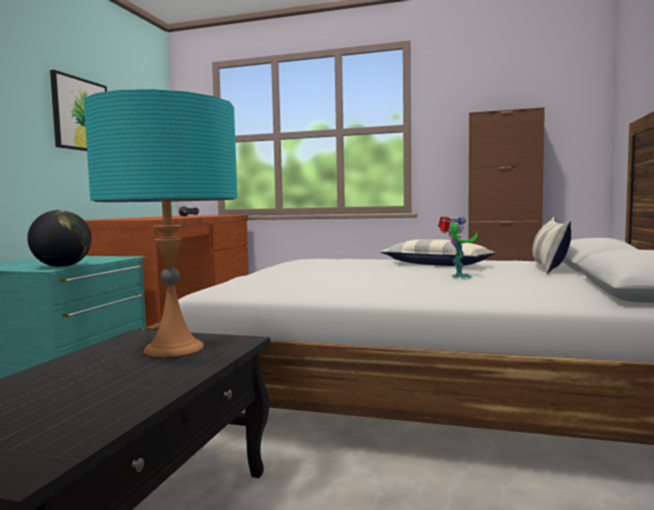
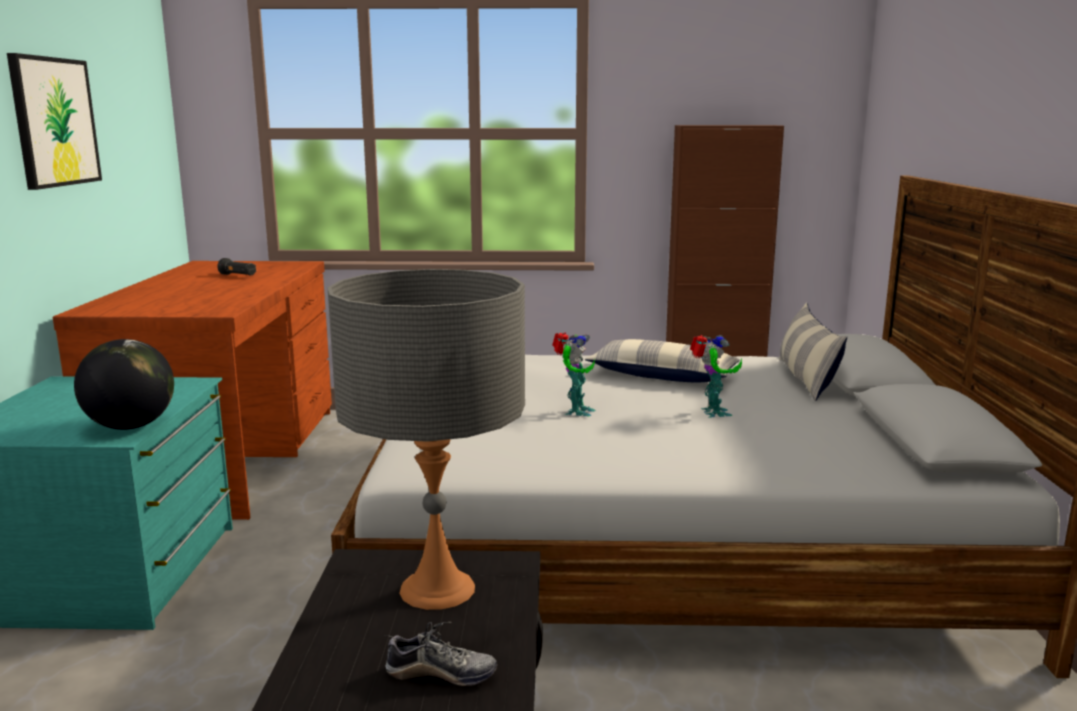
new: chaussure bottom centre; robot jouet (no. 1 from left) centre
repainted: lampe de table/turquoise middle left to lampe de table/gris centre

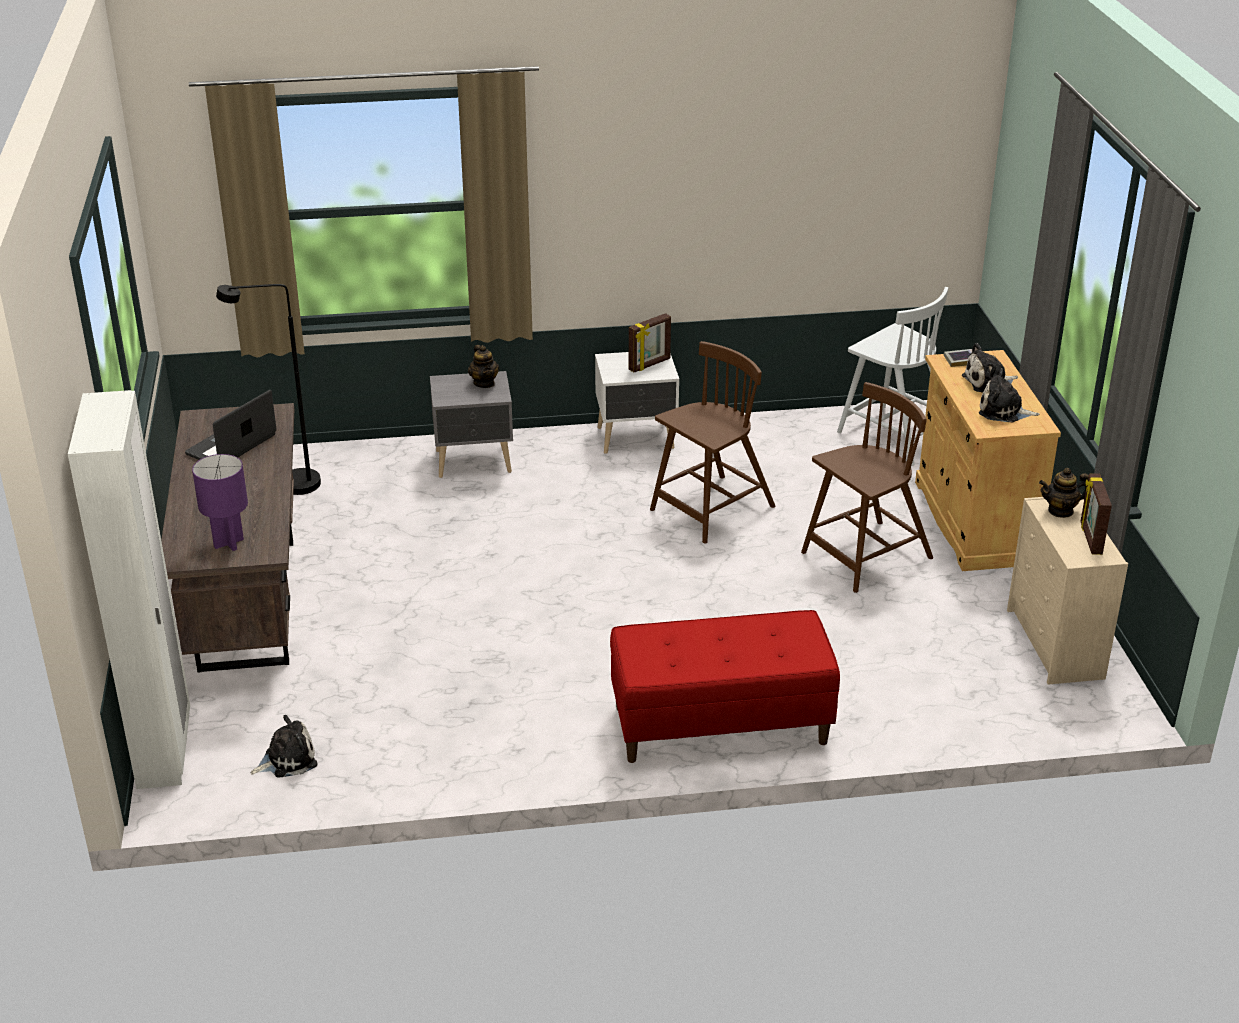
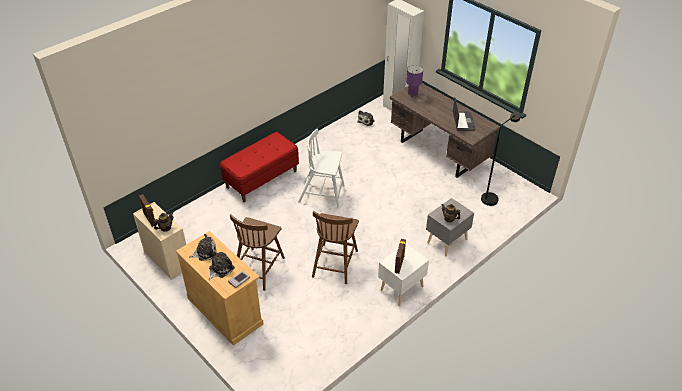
shifted: chaise/blanc middle right to centre

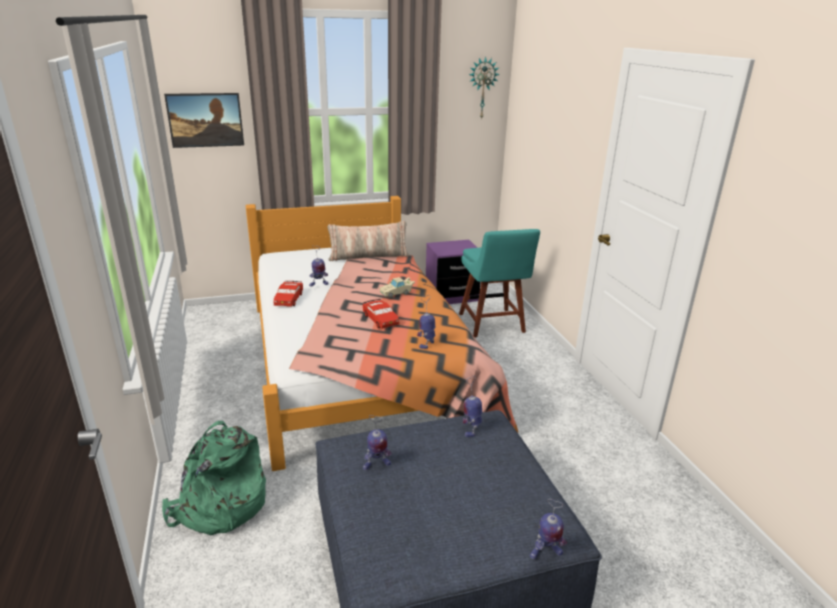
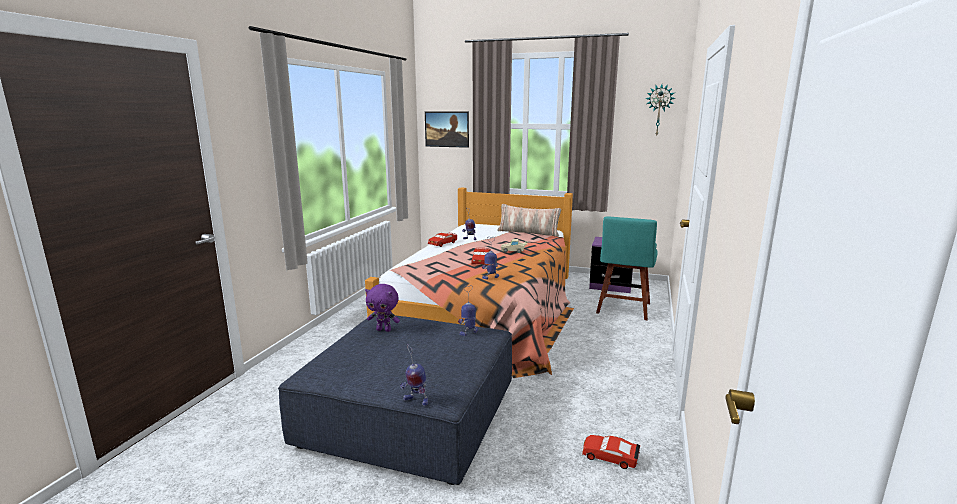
gone: sac à dos/vert bottom left
new: petite voiture/rouge (no. 3 from left) bottom centre
swapped: robot jouet (no. 2 from left) bottom centre to peluche/violet centre

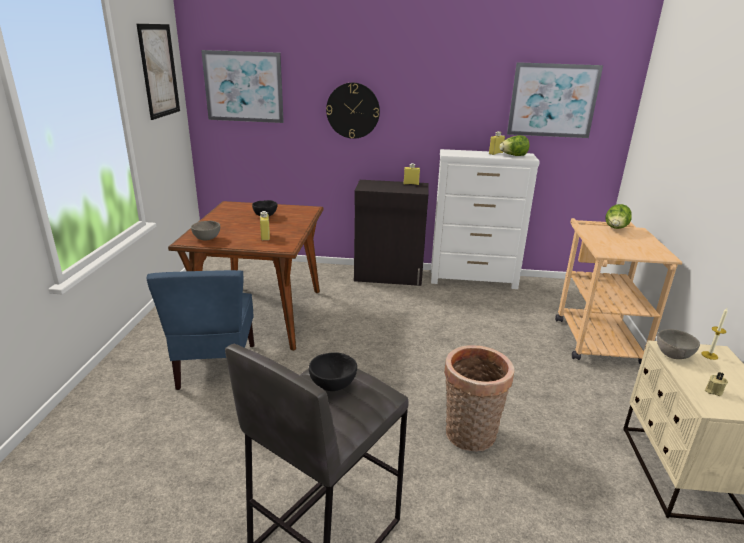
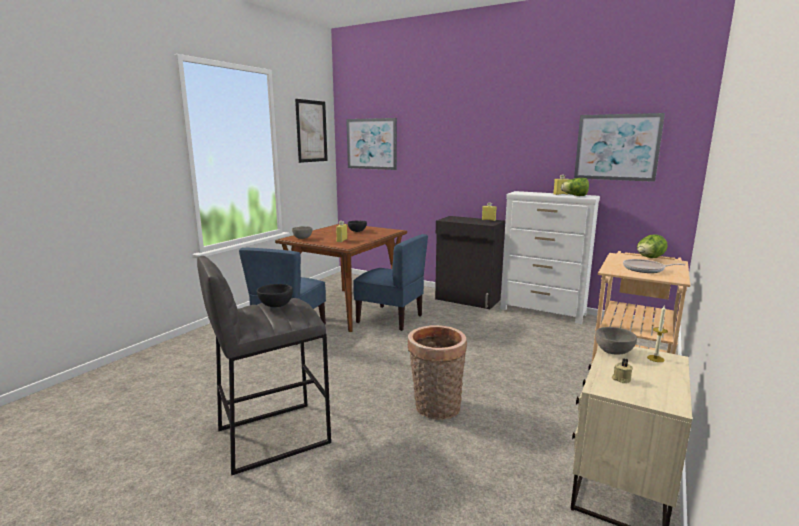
gone: horloge murale top centre
new: chaise/bleu (no. 2 from left) centre; poêle middle right

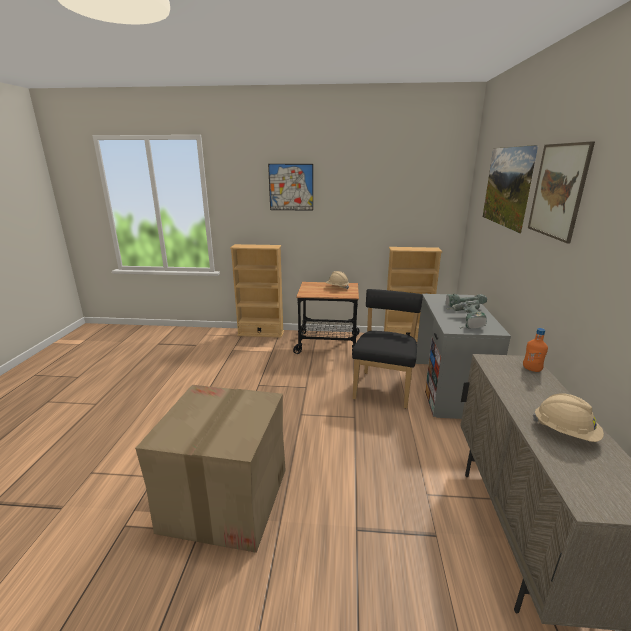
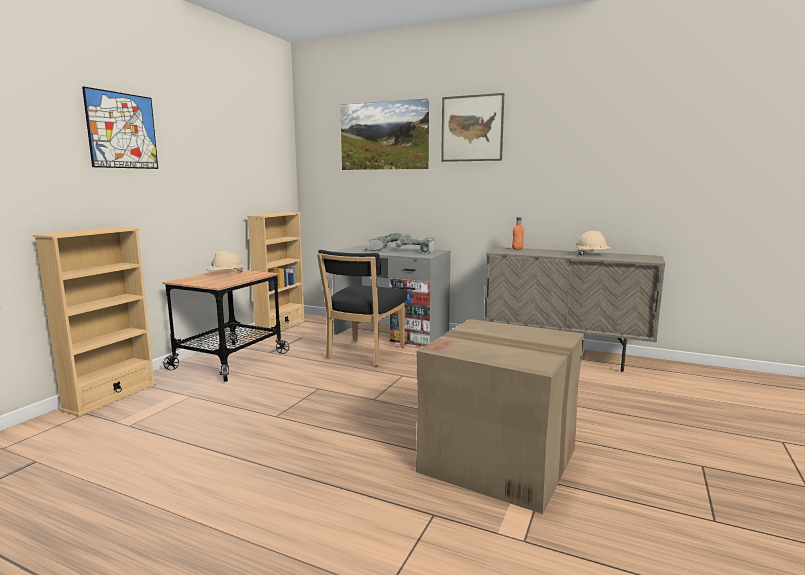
rotated: chaise/noir centre = centre 105 degrees counterclockwise

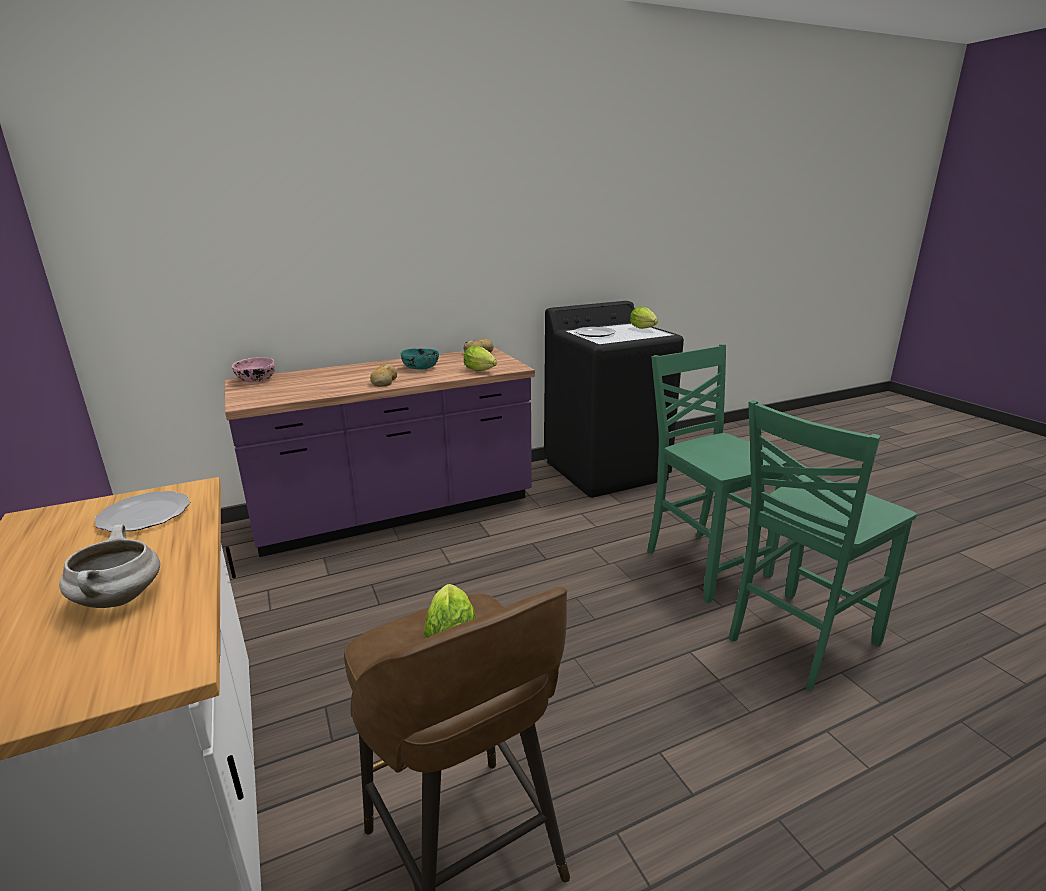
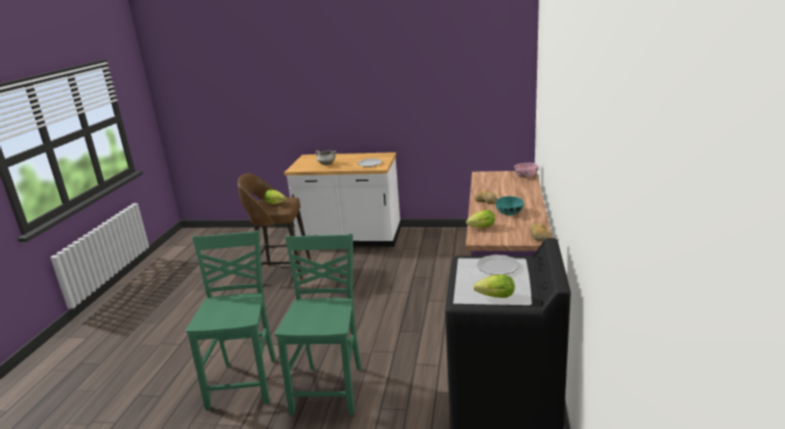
rotated: chaise/vert (no. 1 from left in the first image) middle right = bottom centre 90 degrees counterclockwise

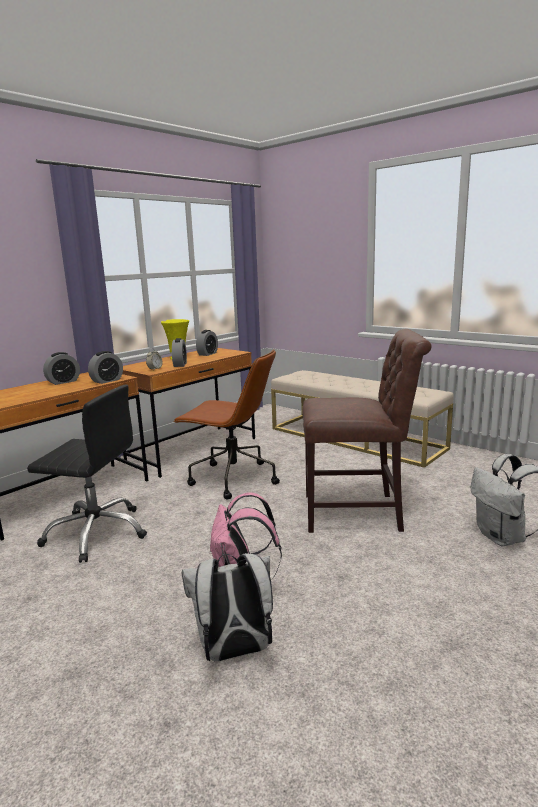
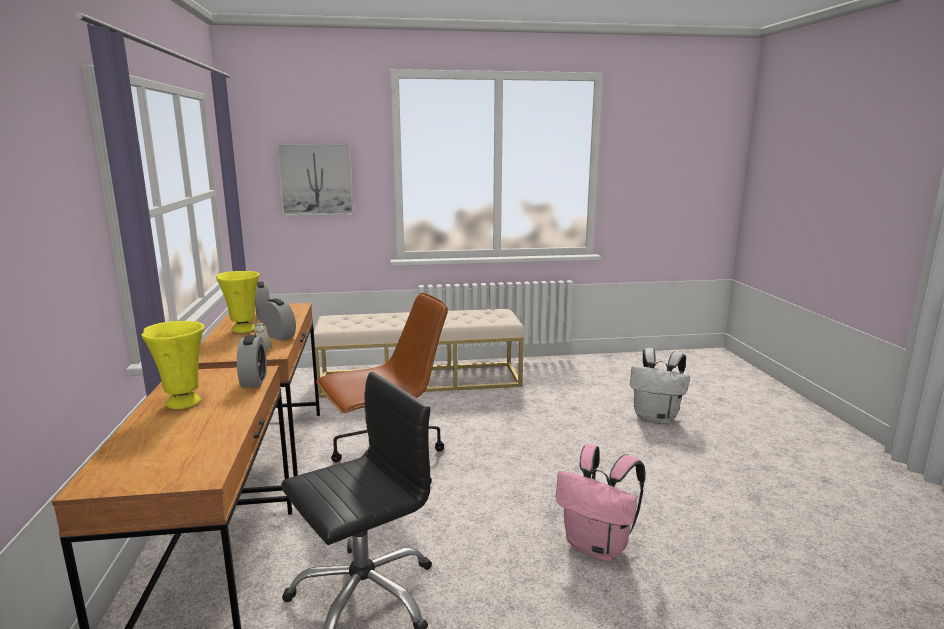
gone: sac à dos/blanc (no. 1 from left) bottom centre; chaise/marron middle right
new: tableau top centre
swapped: réveil (no. 1 from left) middle left to vase/jaune (no. 1 from left) middle left

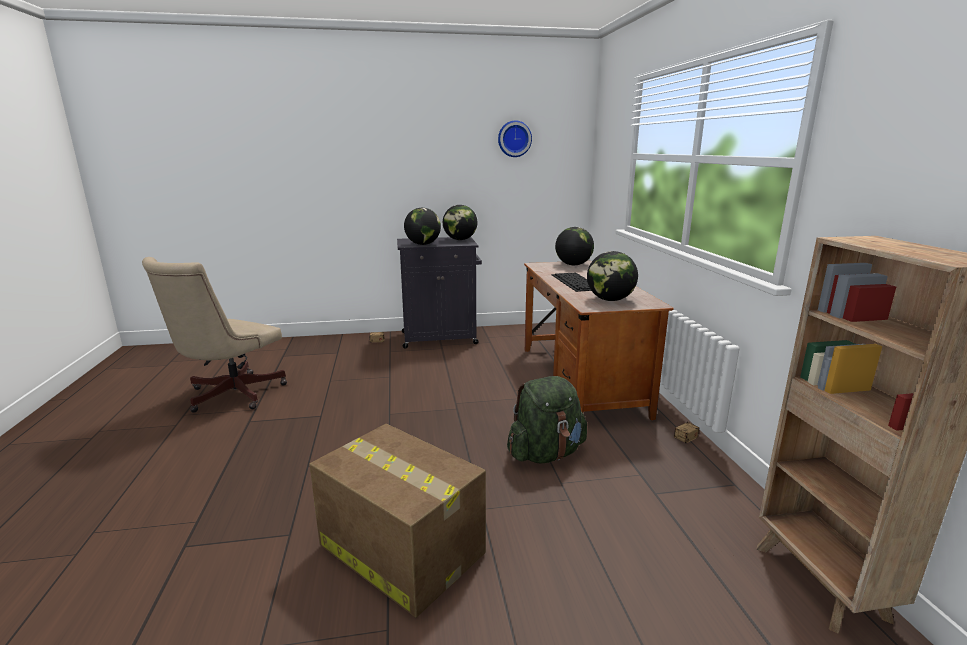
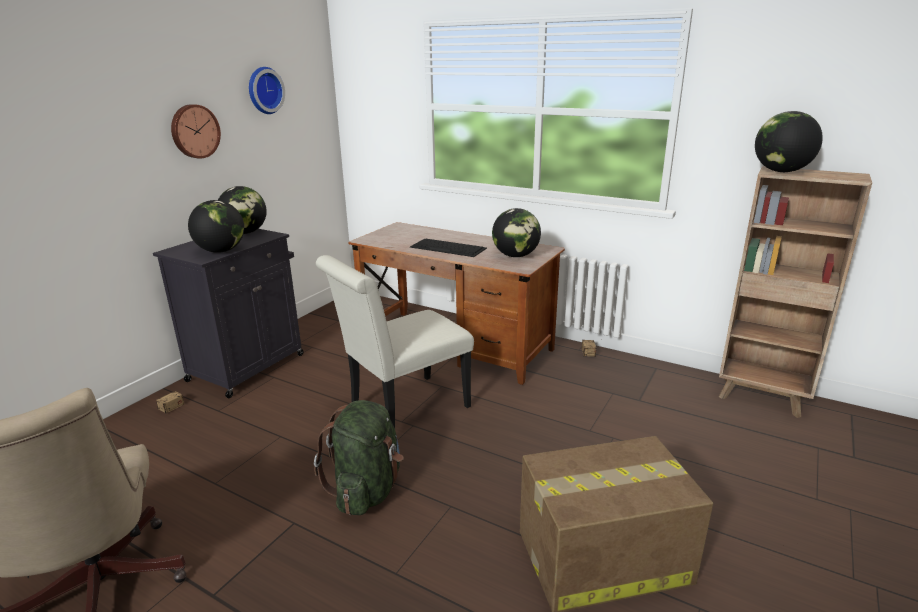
new: horloge murale (no. 1 from left) top left; chaise/blanc centre
shifted: sac à dos/vert centre to bottom centre; globe (no. 3 from left in the first image) centre to globe (no. 4 from left) top right

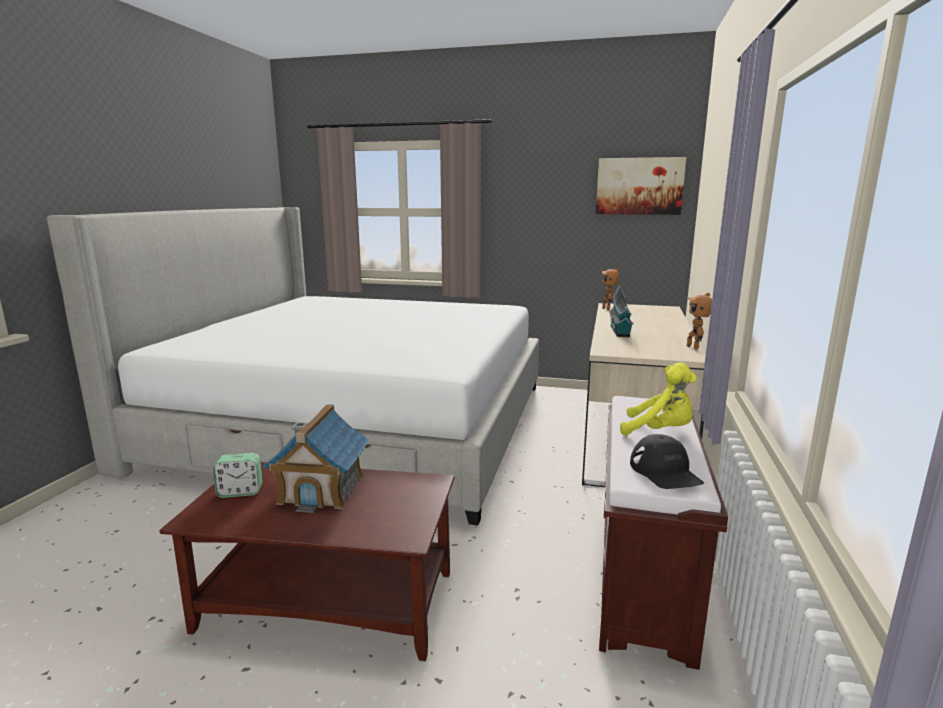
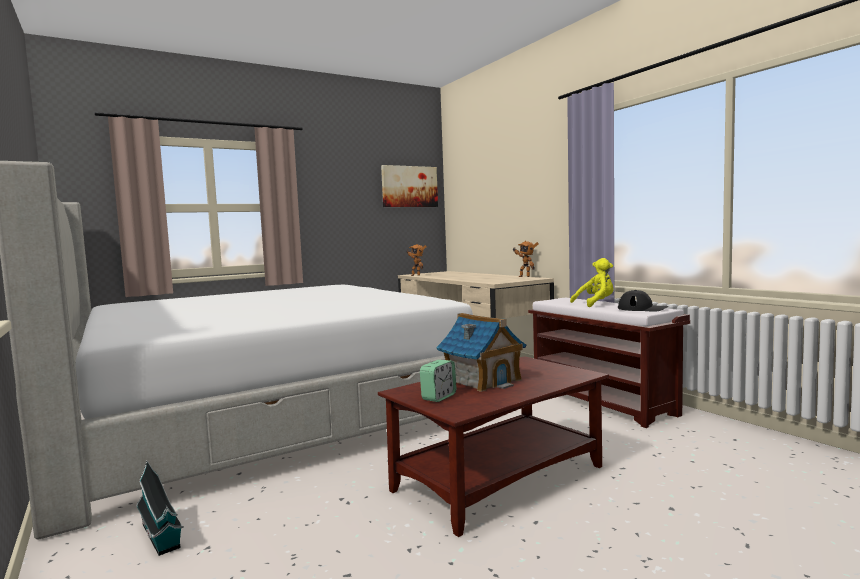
shifted: maison miniature (no. 2 from left in the first image) centre to maison miniature (no. 1 from left) bottom left

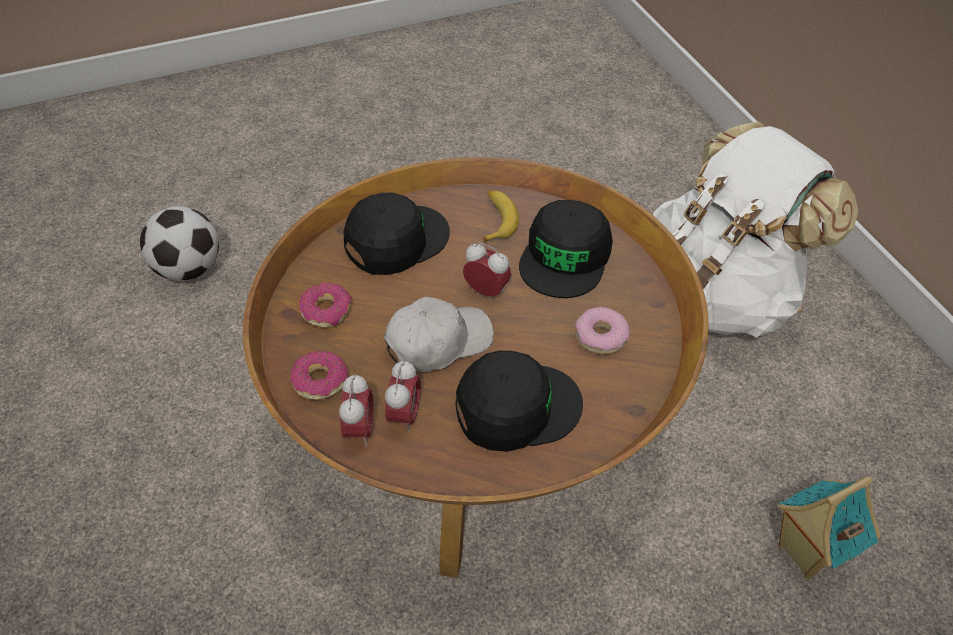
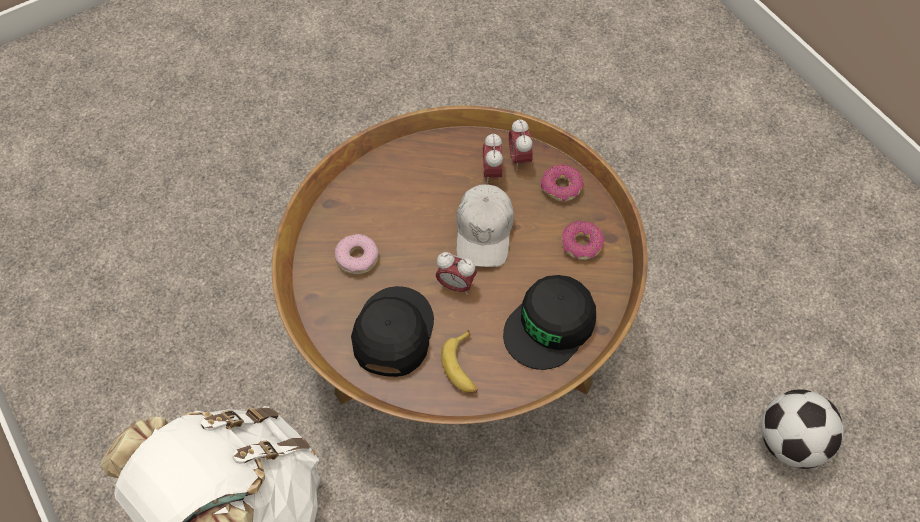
gone: casquette/noir (no. 2 from left) centre; maison miniature bottom right
rotated: casquette/blanc centre = centre 45 degrees counterclockwise

